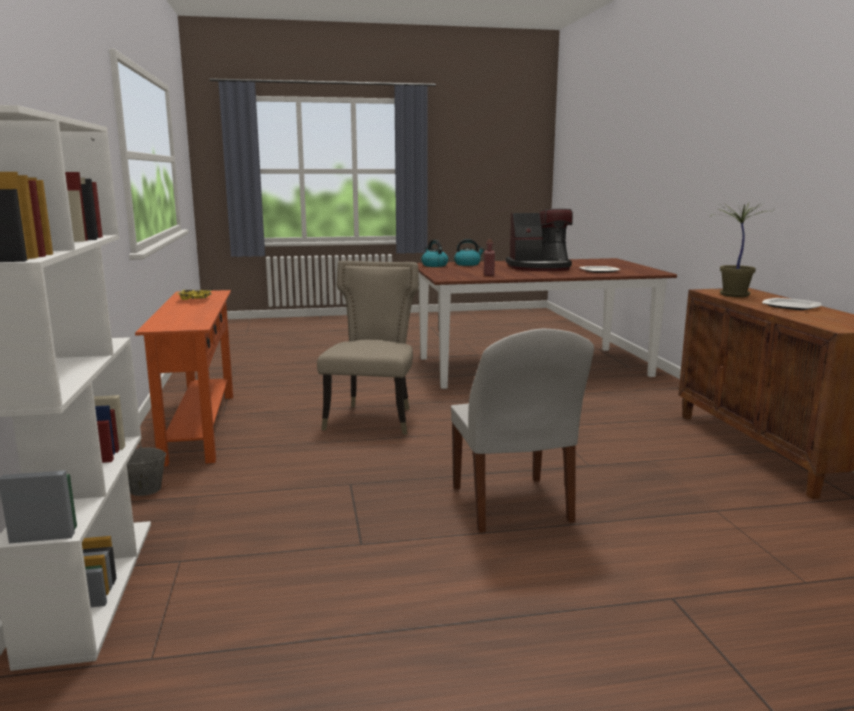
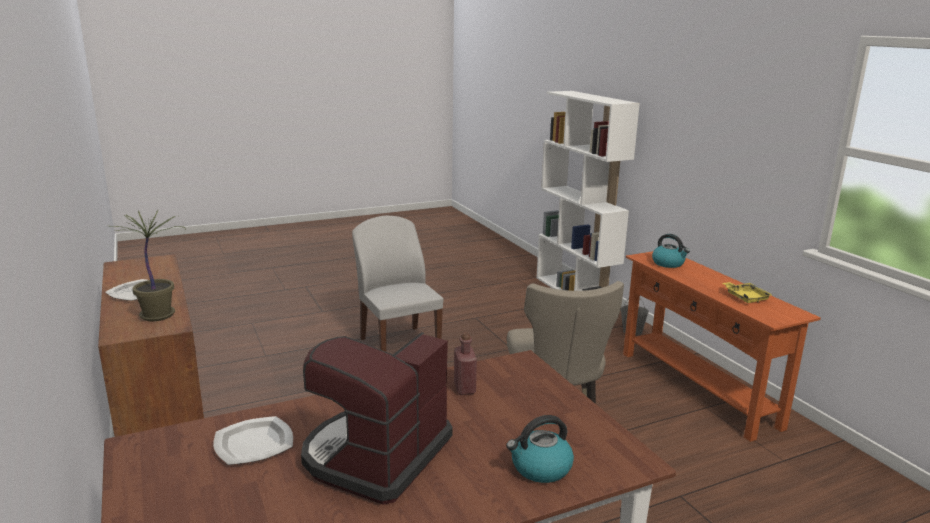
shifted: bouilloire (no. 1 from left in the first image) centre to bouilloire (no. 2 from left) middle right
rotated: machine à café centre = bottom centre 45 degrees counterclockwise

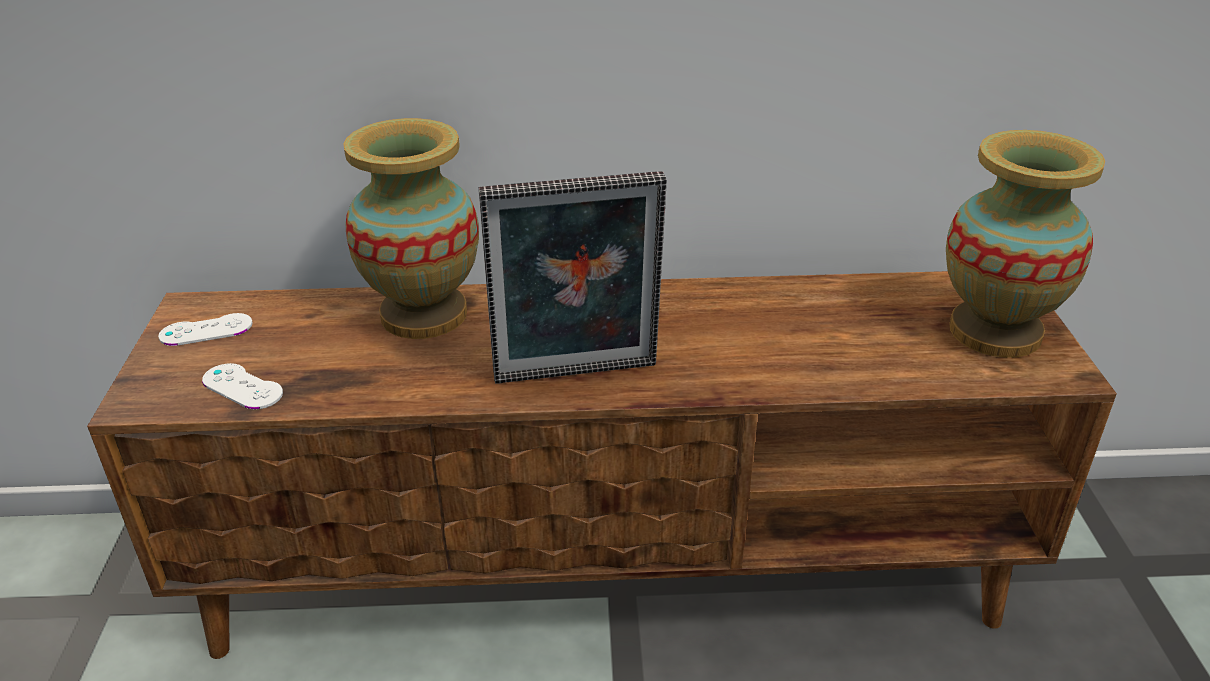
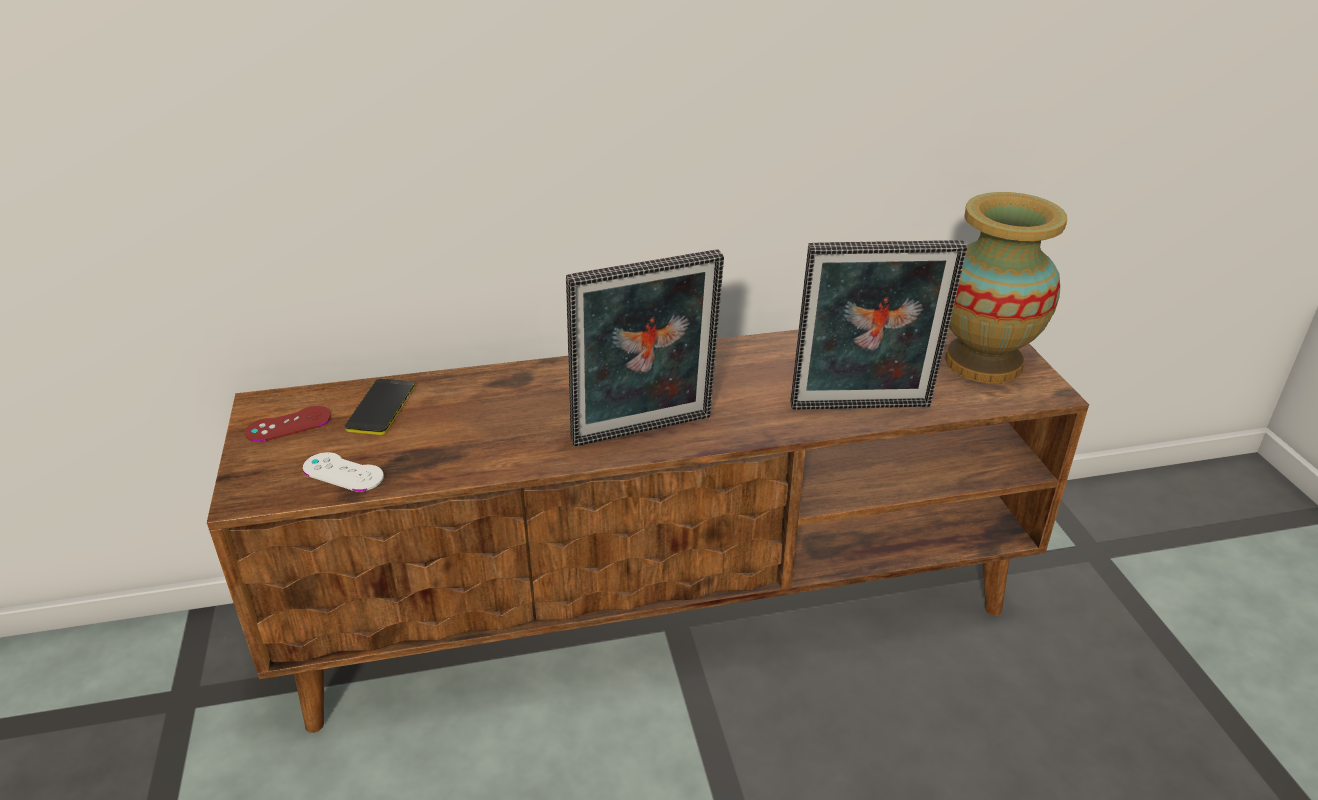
gone: vase (no. 1 from left) centre
new: téléphone middle left; cadre photo (no. 2 from left) middle right
repainted: manette/blanc (no. 1 from left) middle left to manette/rouge middle left

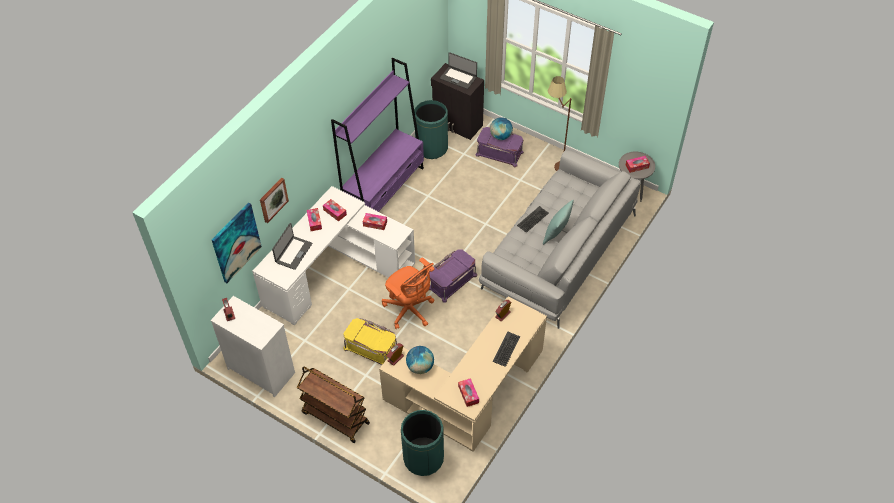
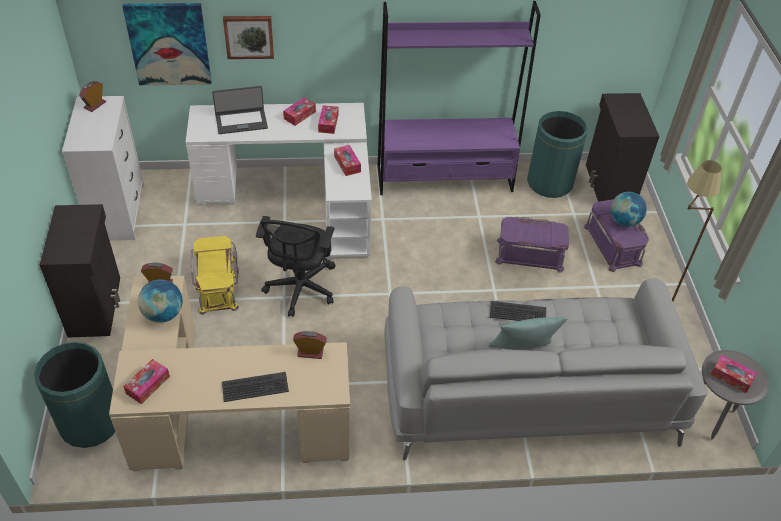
gone: ordinateur portable (no. 2 from left) top centre
shifted: boîte de rangement/violet (no. 1 from left) centre to middle right
swapped: chariot/marron bottom centre to meuble de rangement/noir (no. 1 from left) middle left
repainted: chaise de bureau/orange centre to chaise de bureau/noir centre

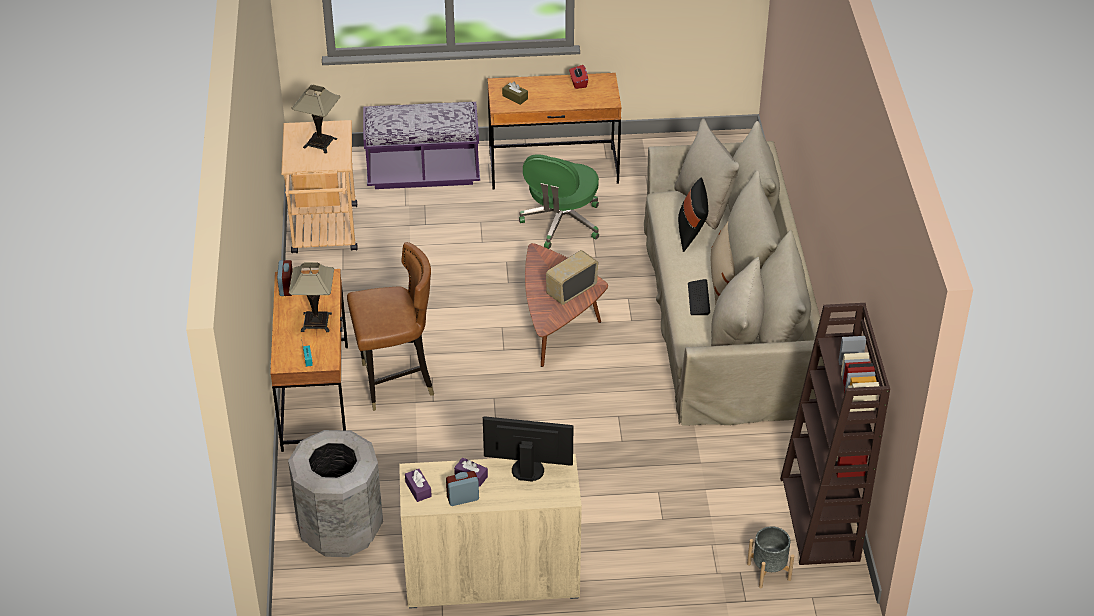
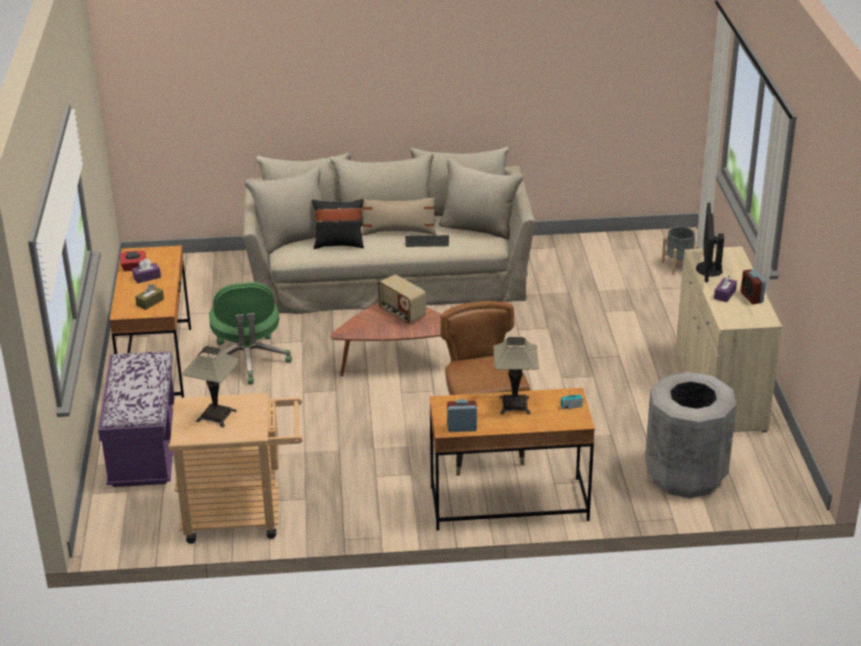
gone: bibliothèque/marron bottom right
shifted: boîte à mouchoirs/violet (no. 1 from left) bottom centre to middle left
rotated: chaise de bureau/vert top centre = middle left 60 degrees clockwise

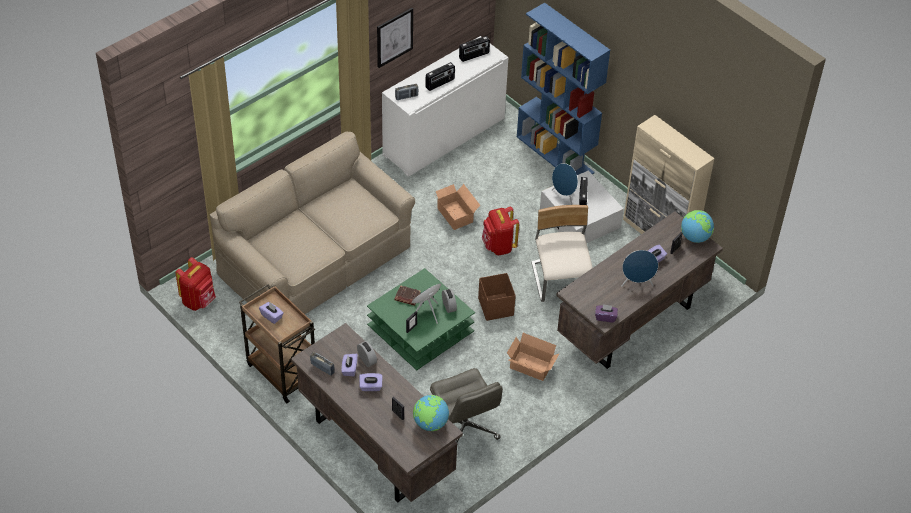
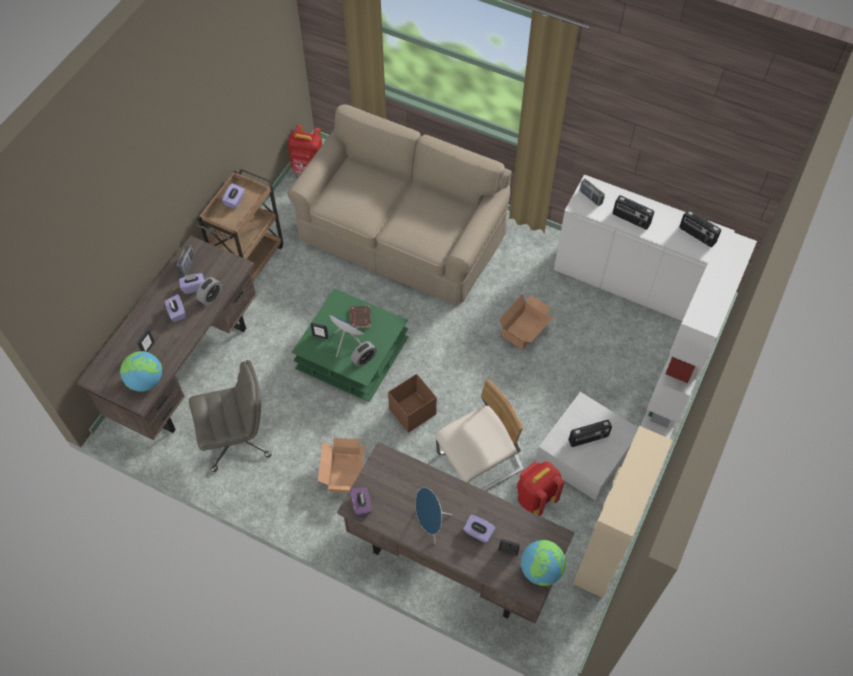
gone: tableau top centre; enceinte/bleu (no. 2 from left) centre
shifted: sac à dos/rouge (no. 2 from left) centre to bottom centre
repainted: bibliothèque/bleu top centre to bibliothèque/blanc middle right
rotated: chaise de bureau/gris bottom centre = middle left 150 degrees counterclockwise

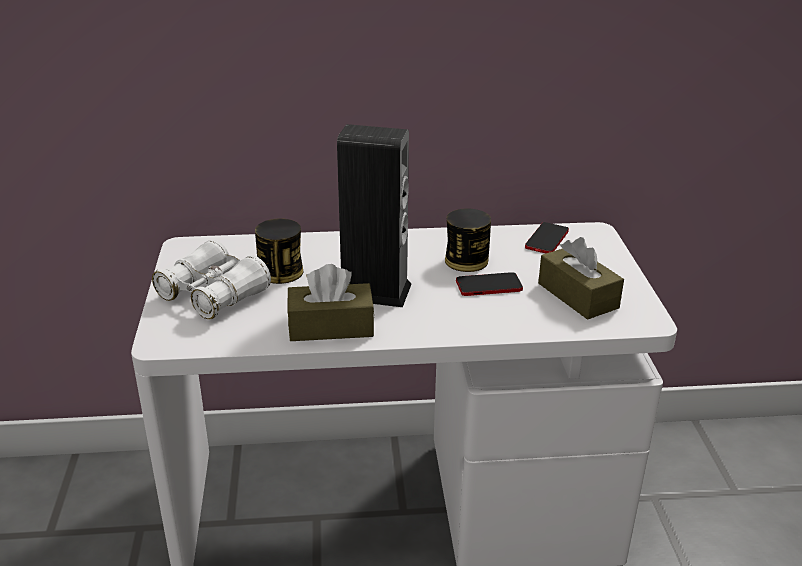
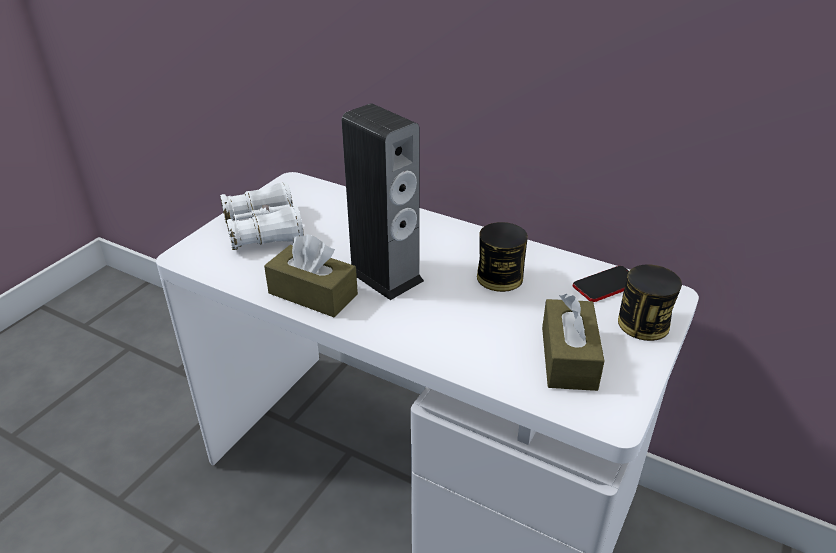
gone: téléphone (no. 1 from left) centre
shifted: boîte métallique (no. 1 from left in the first image) centre to boîte métallique (no. 2 from left) middle right

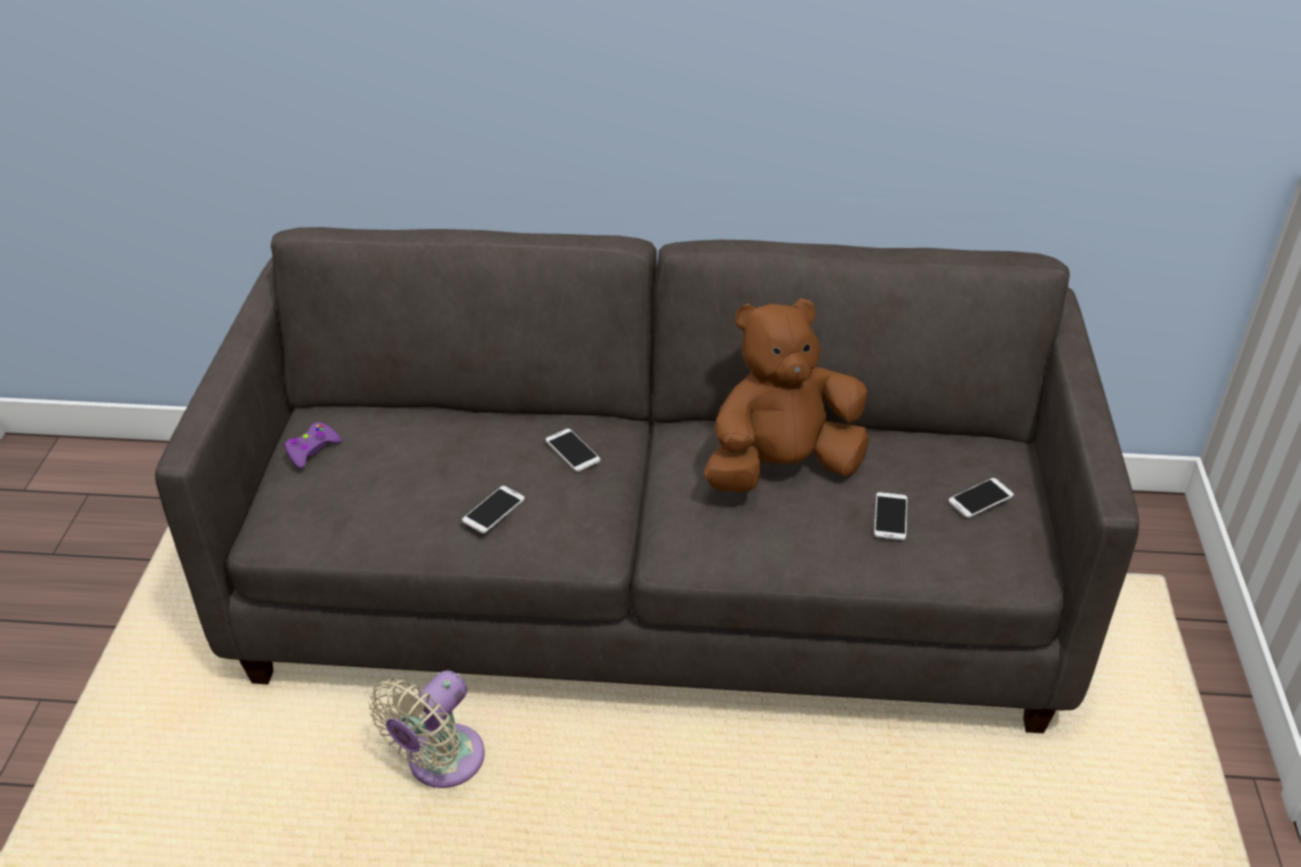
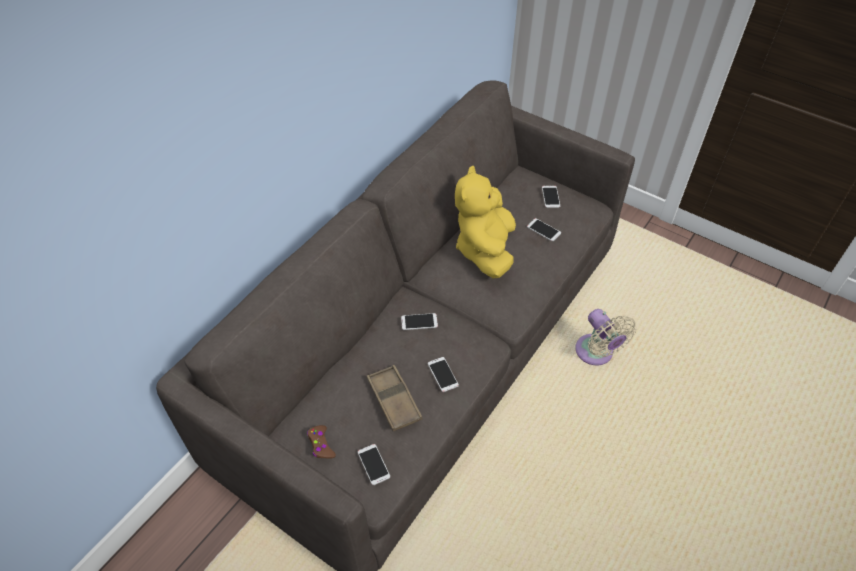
new: téléphone (no. 1 from left) bottom centre; plateau/marron bottom centre
shifted: ventilateur/beige bottom left to middle right
repainted: manette/violet middle left to manette/marron bottom centre; peluche/marron centre to peluche/jaune centre

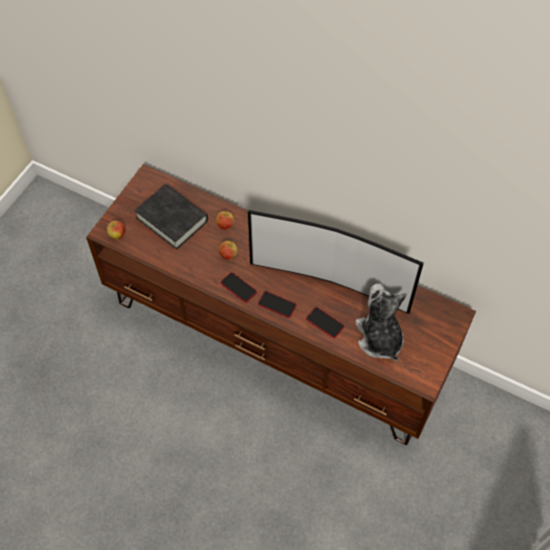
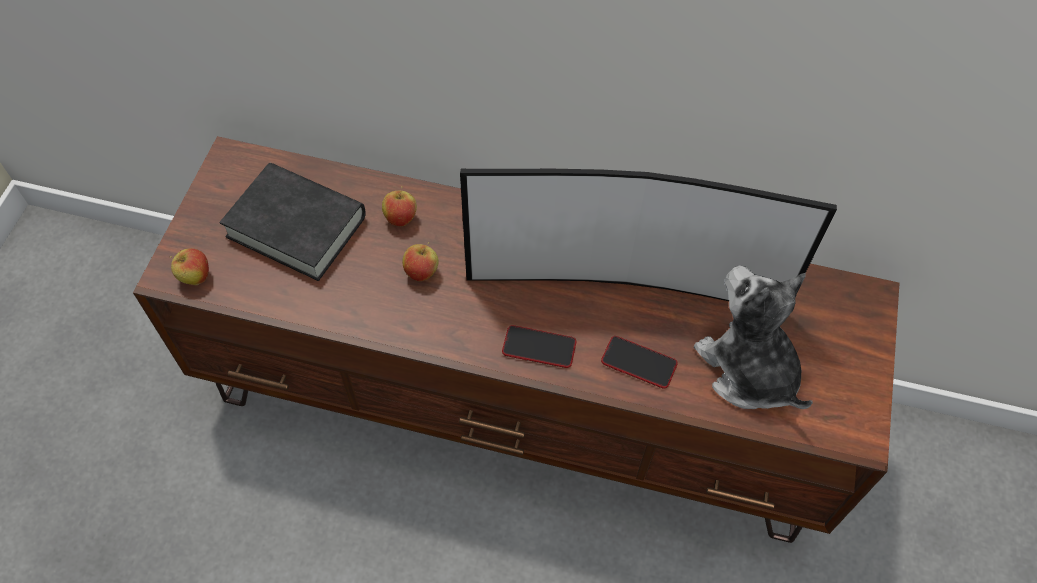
gone: téléphone (no. 1 from left) centre

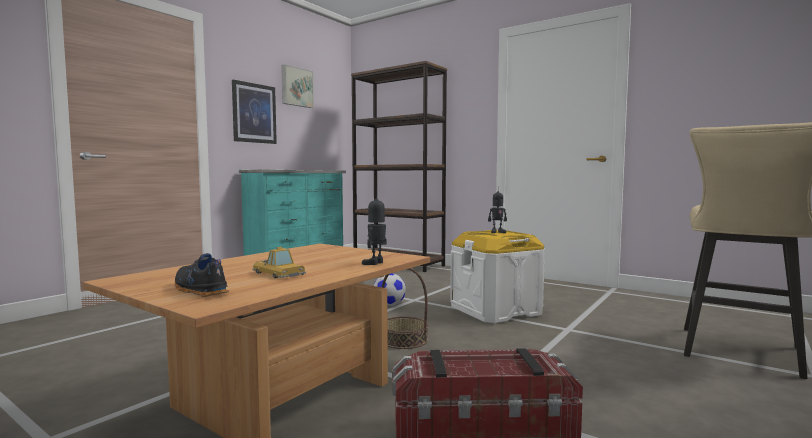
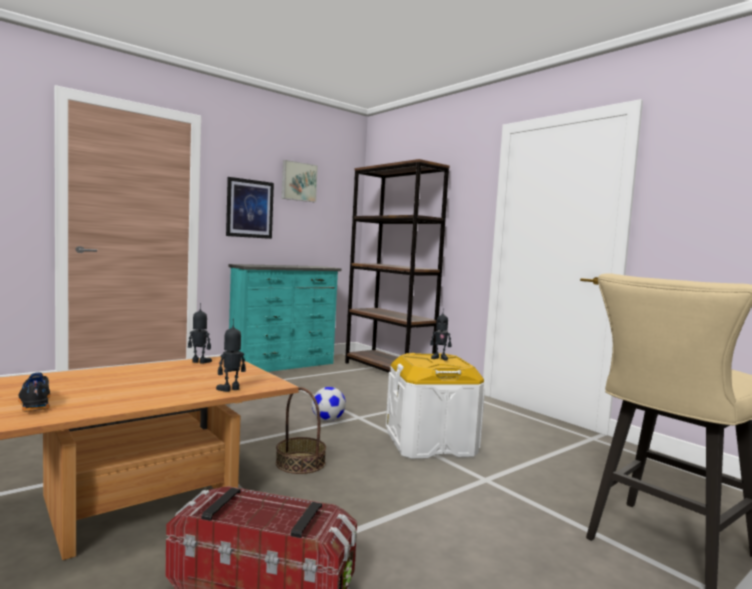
gone: petite voiture centre
new: robot jouet (no. 1 from left) middle left

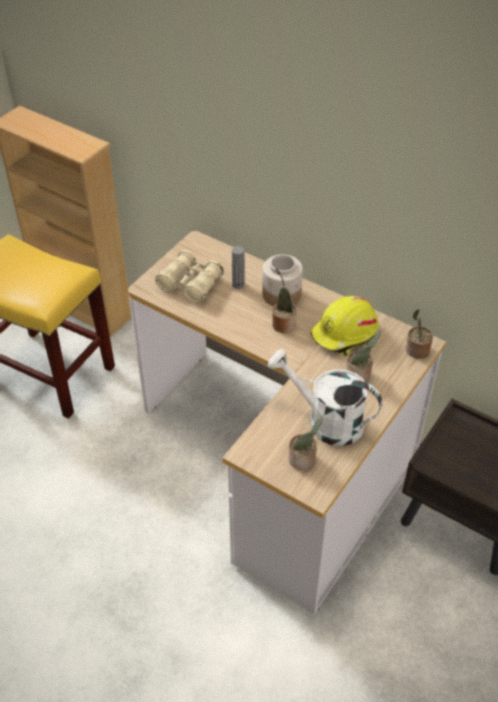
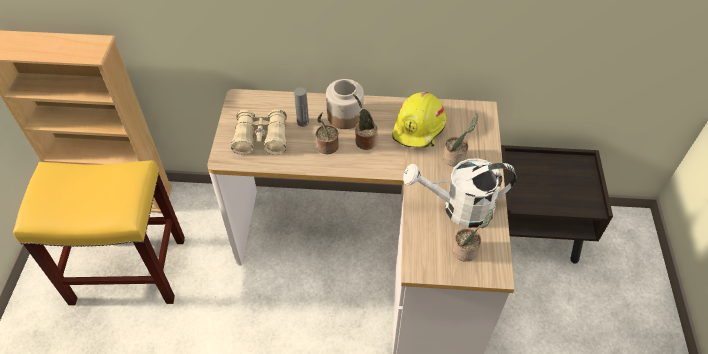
shifted: plante en pot (no. 4 from left in the first image) middle right to plante en pot (no. 1 from left) centre

